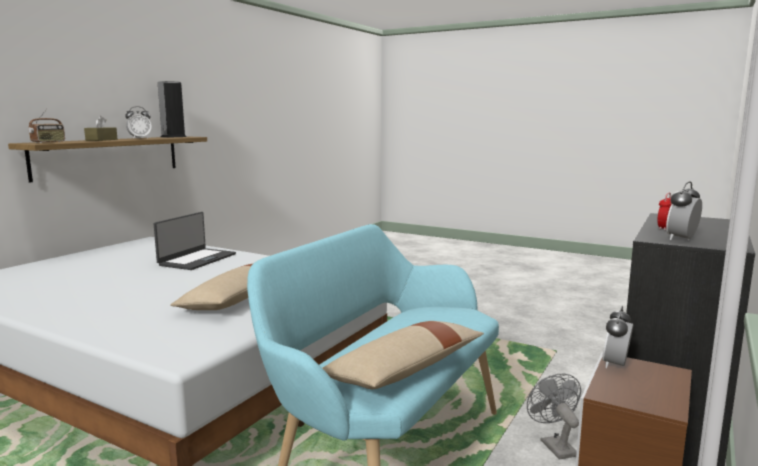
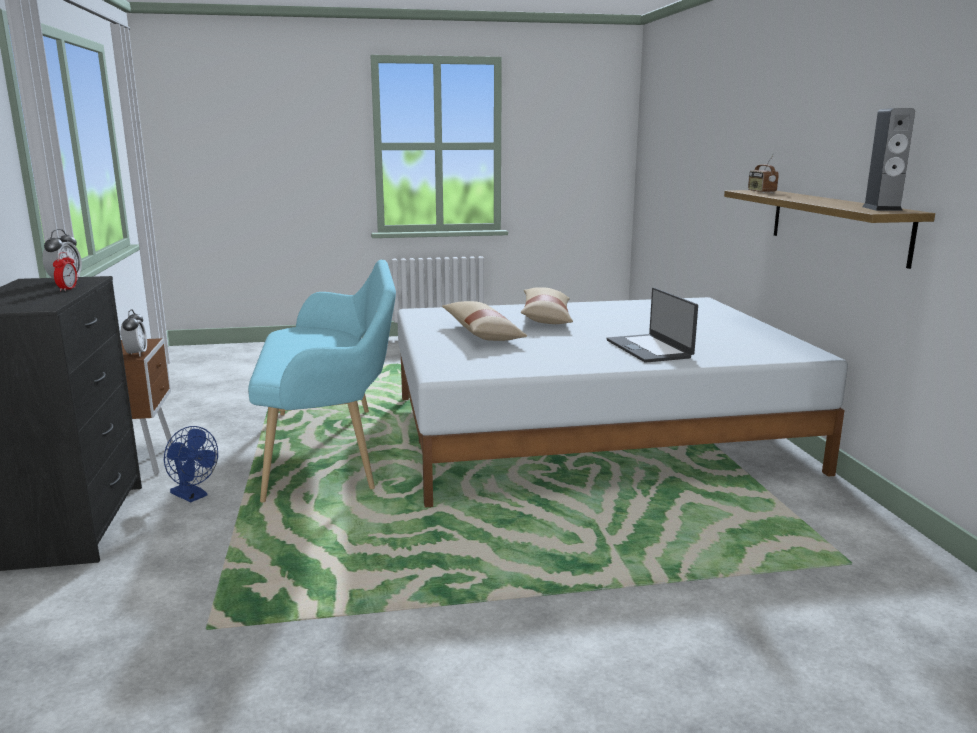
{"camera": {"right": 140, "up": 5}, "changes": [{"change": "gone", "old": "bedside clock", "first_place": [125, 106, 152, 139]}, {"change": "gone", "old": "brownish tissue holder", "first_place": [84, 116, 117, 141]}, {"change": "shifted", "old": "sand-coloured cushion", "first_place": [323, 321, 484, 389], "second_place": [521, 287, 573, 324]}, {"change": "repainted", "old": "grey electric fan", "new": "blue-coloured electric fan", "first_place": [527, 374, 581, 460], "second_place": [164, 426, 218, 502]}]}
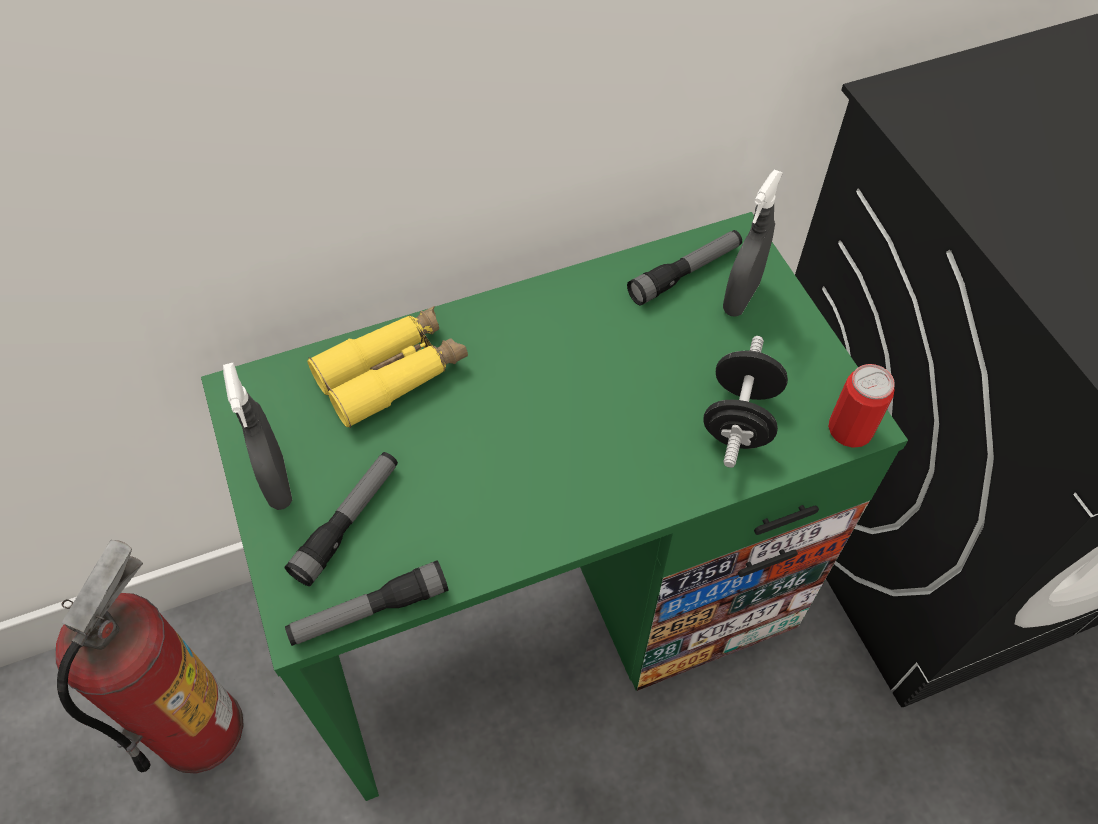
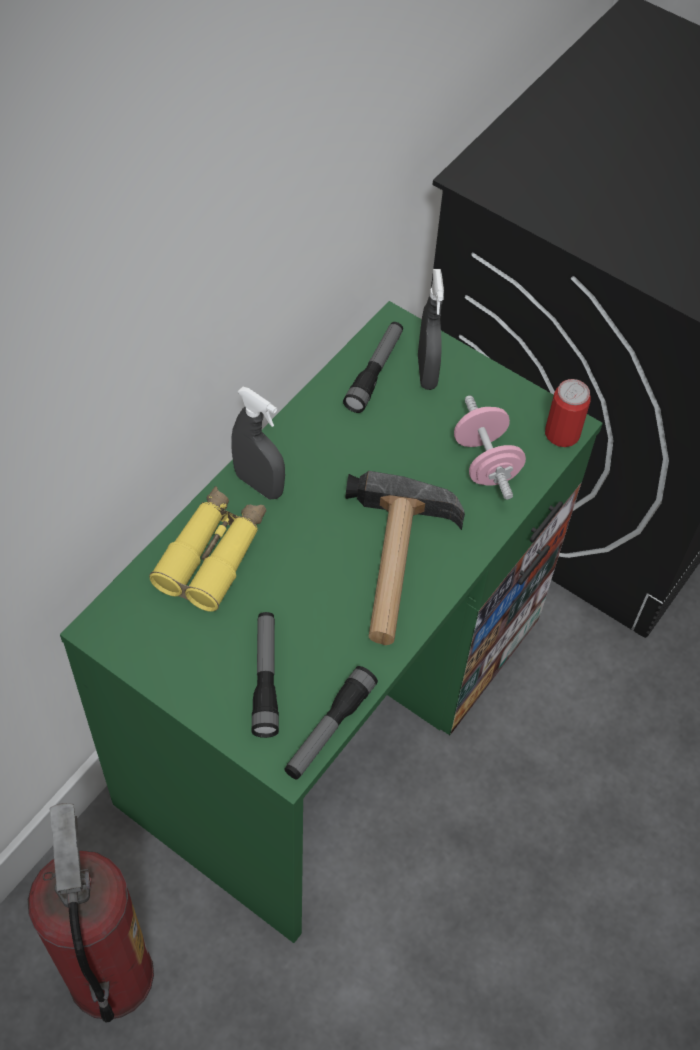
{"camera": {"right": -35, "up": 0}, "changes": [{"change": "repainted", "old": "black-coloured hand weight", "new": "pinkish hand weight", "first_place": [704, 336, 788, 468], "second_place": [454, 395, 526, 500]}, {"change": "shifted", "old": "grey sprayer", "first_place": [223, 362, 292, 510], "second_place": [231, 387, 285, 499]}, {"change": "new", "new": "hand hammer", "second_place": [346, 471, 465, 645]}]}
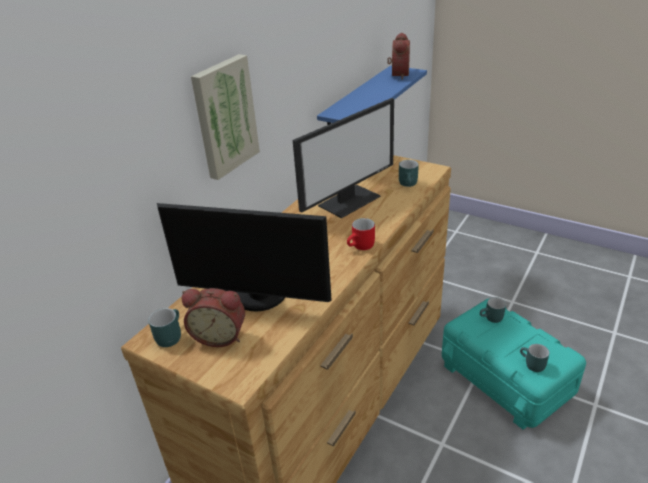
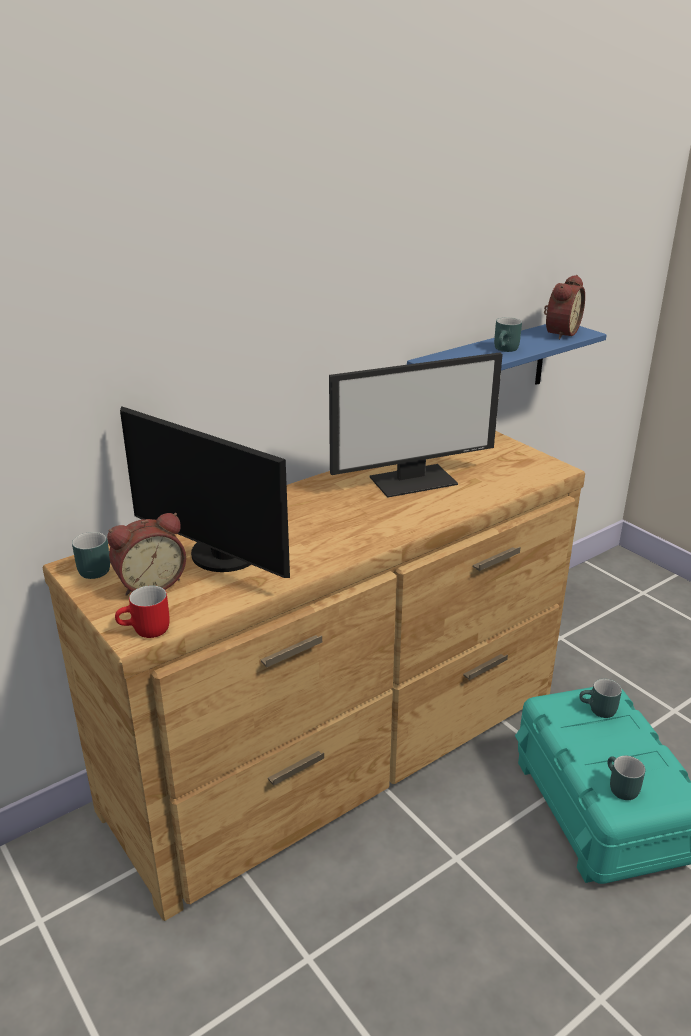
{"camera": {"right": 20, "up": -5}, "changes": [{"change": "gone", "old": "wall picture", "first_place": [191, 54, 260, 180]}, {"change": "shifted", "old": "blue-green tea mug", "first_place": [399, 160, 419, 187], "second_place": [494, 317, 522, 352]}, {"change": "shifted", "old": "reddish tea mug", "first_place": [347, 218, 375, 250], "second_place": [115, 585, 170, 638]}, {"change": "rotated", "old": "bedside clock", "first_place": [182, 288, 245, 347], "second_place": [107, 513, 186, 596], "degrees": -60}]}
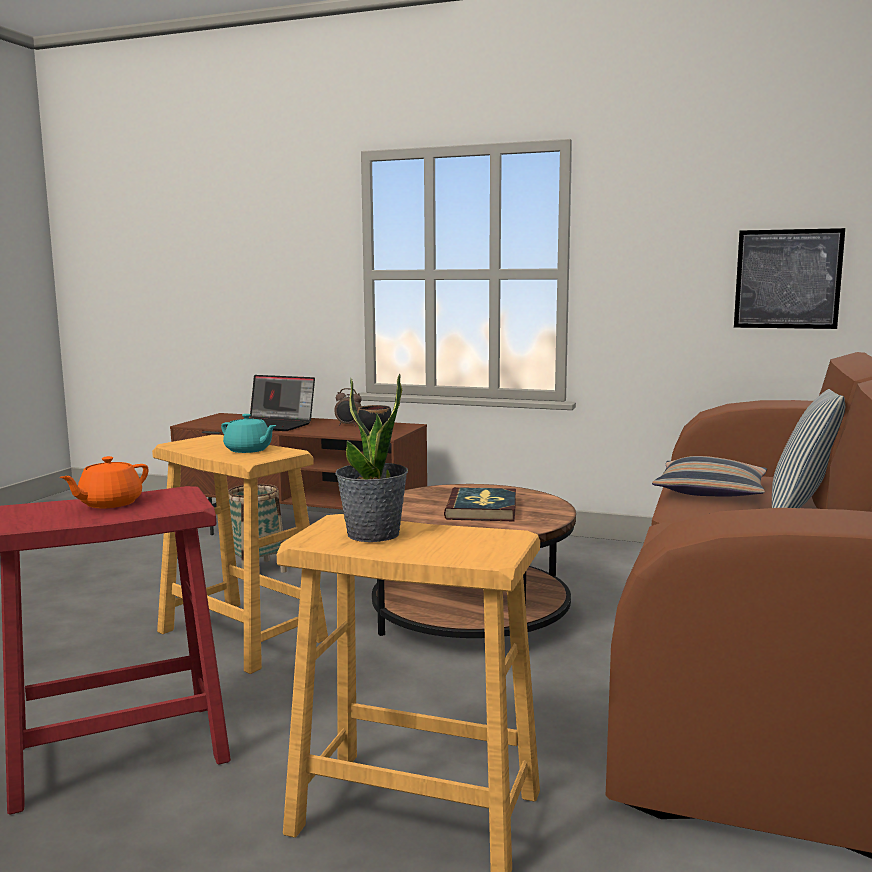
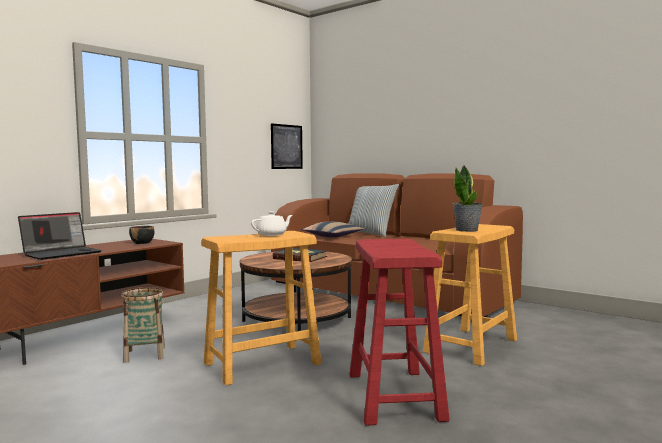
{"camera": {"right": -70, "up": -5}, "changes": [{"change": "gone", "old": "bedside clock", "first_place": [334, 388, 362, 426]}, {"change": "repainted", "old": "blue-green teapot", "new": "white-coloured teapot", "first_place": [221, 414, 277, 453], "second_place": [251, 211, 293, 236]}, {"change": "gone", "old": "orange-coloured teapot", "first_place": [60, 456, 149, 508]}]}
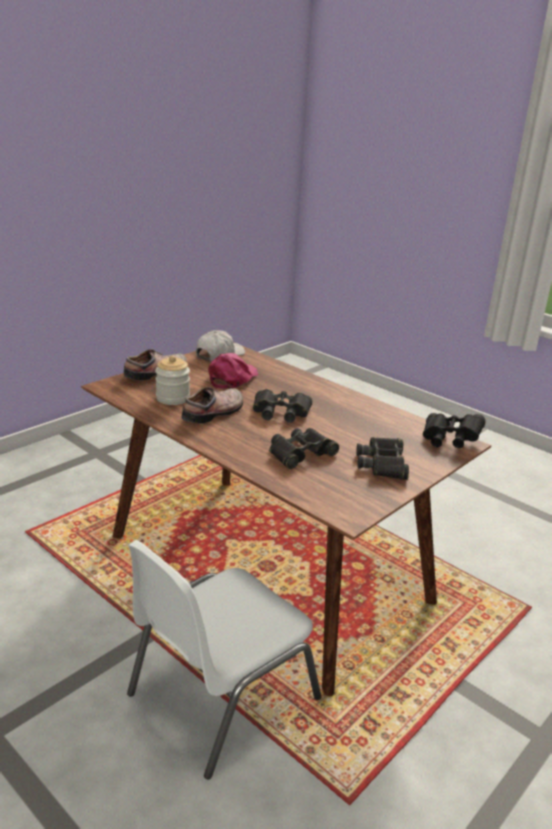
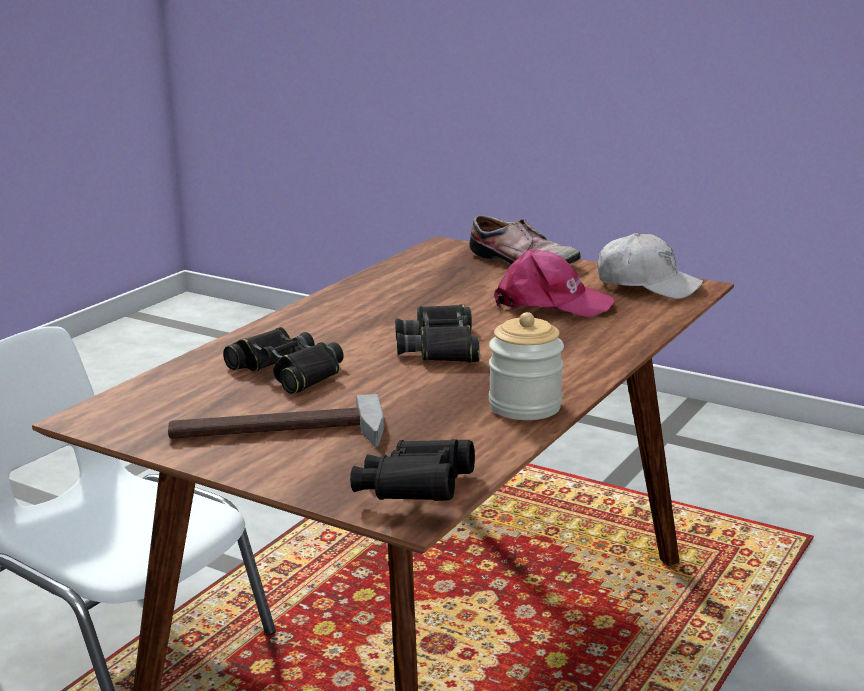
{"camera": {"right": 80, "up": -5}, "changes": [{"change": "shifted", "old": "storage jar", "first_place": [155, 355, 190, 405], "second_place": [489, 312, 564, 420]}, {"change": "gone", "old": "item of footwear", "first_place": [182, 387, 243, 424]}, {"change": "swapped", "old": "black-coloured pair of binoculars", "new": "hand hammer", "first_place": [356, 437, 409, 480], "second_place": [168, 394, 384, 447]}]}
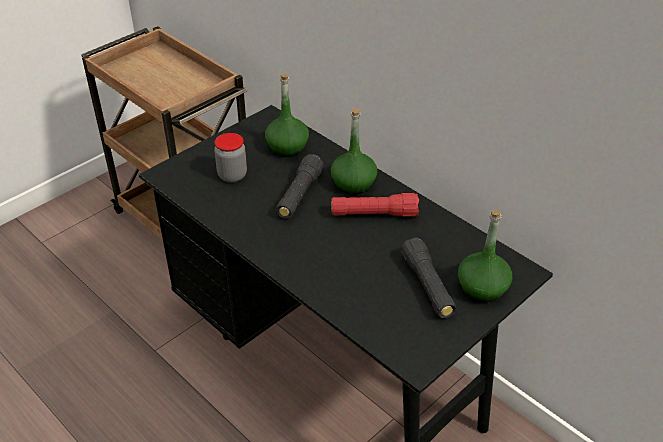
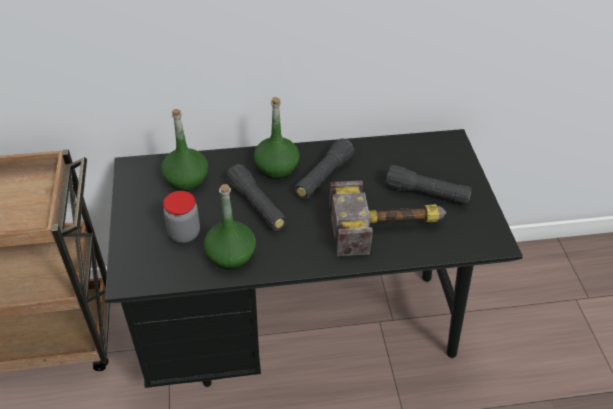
{"camera": {"right": -55, "up": 5}, "changes": [{"change": "repainted", "old": "reddish torch", "new": "black-coloured torch", "first_place": [331, 193, 419, 217], "second_place": [295, 138, 355, 199]}, {"change": "shifted", "old": "green bottle", "first_place": [458, 209, 512, 302], "second_place": [204, 184, 256, 269]}, {"change": "new", "new": "hand hammer", "second_place": [329, 181, 446, 256]}]}
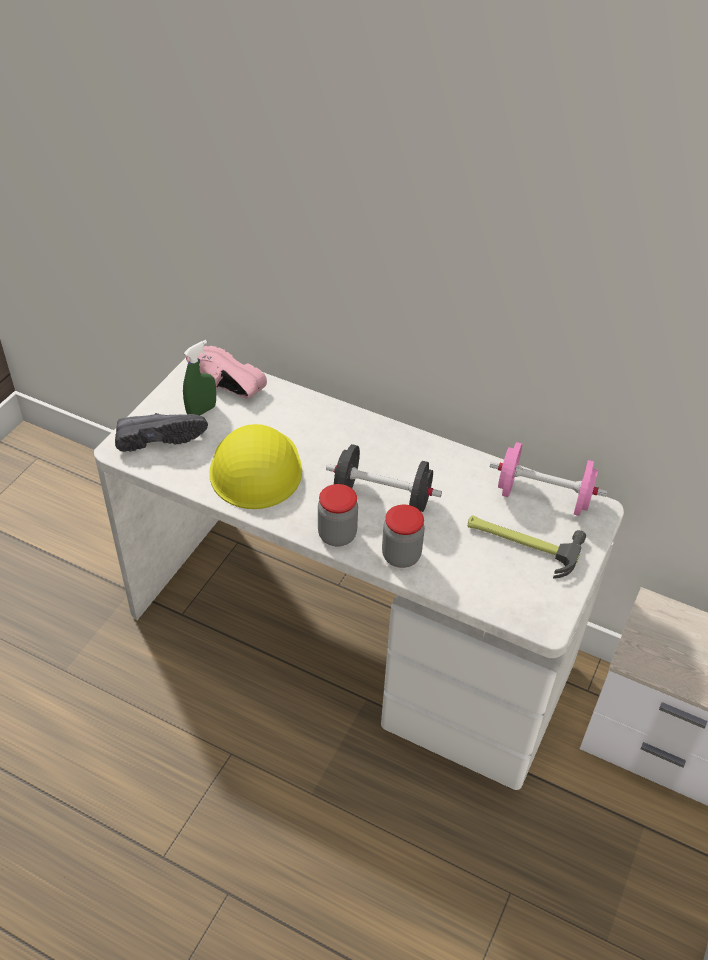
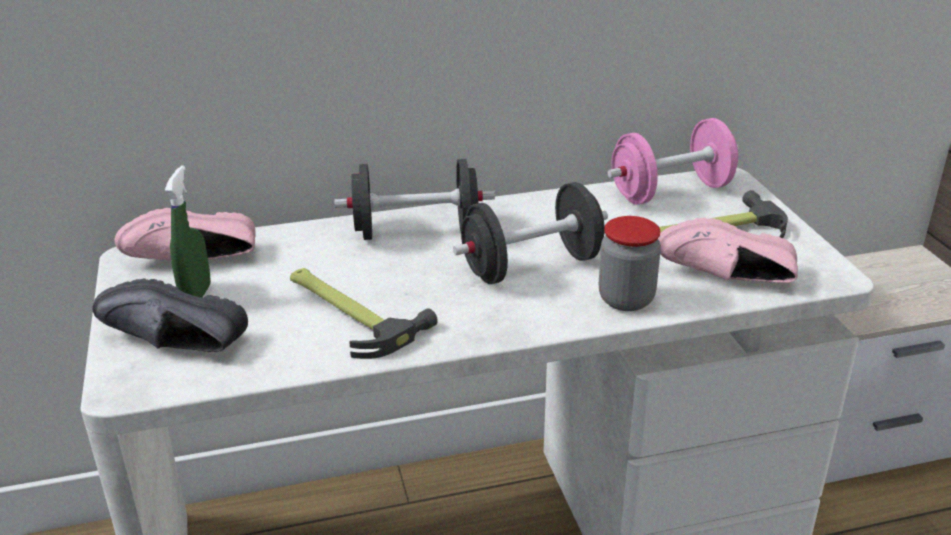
{"camera": {"right": -40, "up": -15}, "changes": [{"change": "rotated", "old": "black-coloured item of footwear", "first_place": [115, 413, 208, 452], "second_place": [93, 279, 248, 352], "degrees": -120}, {"change": "swapped", "old": "yellowish hard hat", "new": "hand hammer", "first_place": [209, 424, 302, 509], "second_place": [290, 268, 438, 359]}, {"change": "gone", "old": "storage jar", "first_place": [318, 484, 358, 547]}, {"change": "new", "new": "black-coloured hand weight", "second_place": [335, 159, 495, 240]}, {"change": "new", "new": "pinkish item of footwear", "second_place": [658, 218, 798, 283]}]}
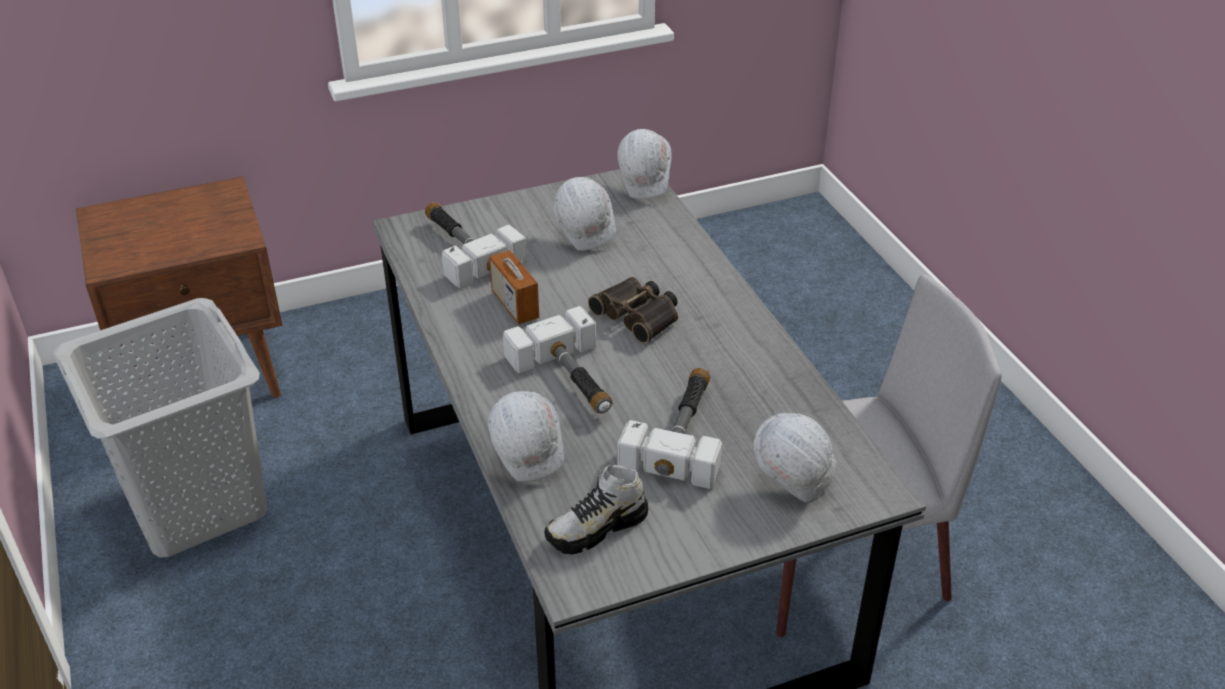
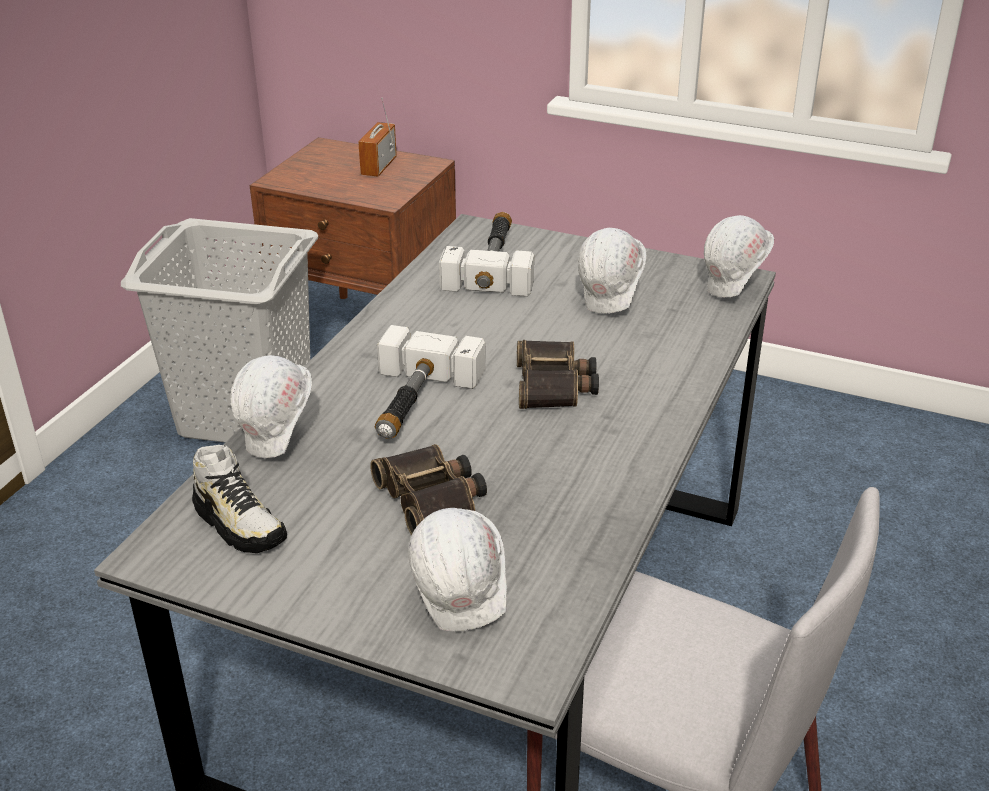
{"camera": {"right": 45, "up": -5}, "changes": [{"change": "shifted", "old": "radio receiver", "first_place": [489, 230, 539, 324], "second_place": [358, 98, 397, 177]}, {"change": "swapped", "old": "hand hammer", "new": "pair of binoculars", "first_place": [617, 368, 723, 489], "second_place": [370, 444, 487, 535]}, {"change": "rotated", "old": "item of footwear", "first_place": [544, 465, 648, 555], "second_place": [192, 445, 287, 553], "degrees": -150}]}
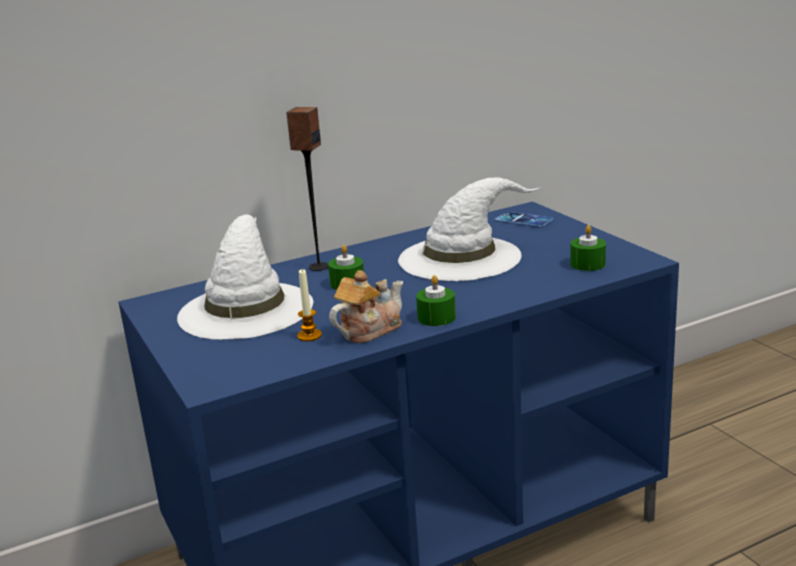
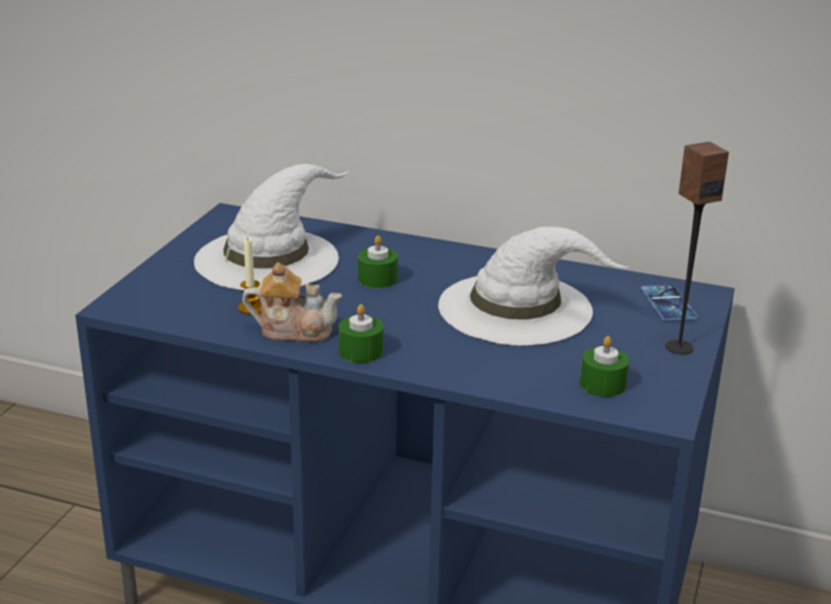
{"camera": {"right": 45, "up": 5}, "changes": [{"change": "shifted", "old": "speaker", "first_place": [286, 107, 328, 271], "second_place": [665, 142, 729, 354]}]}
